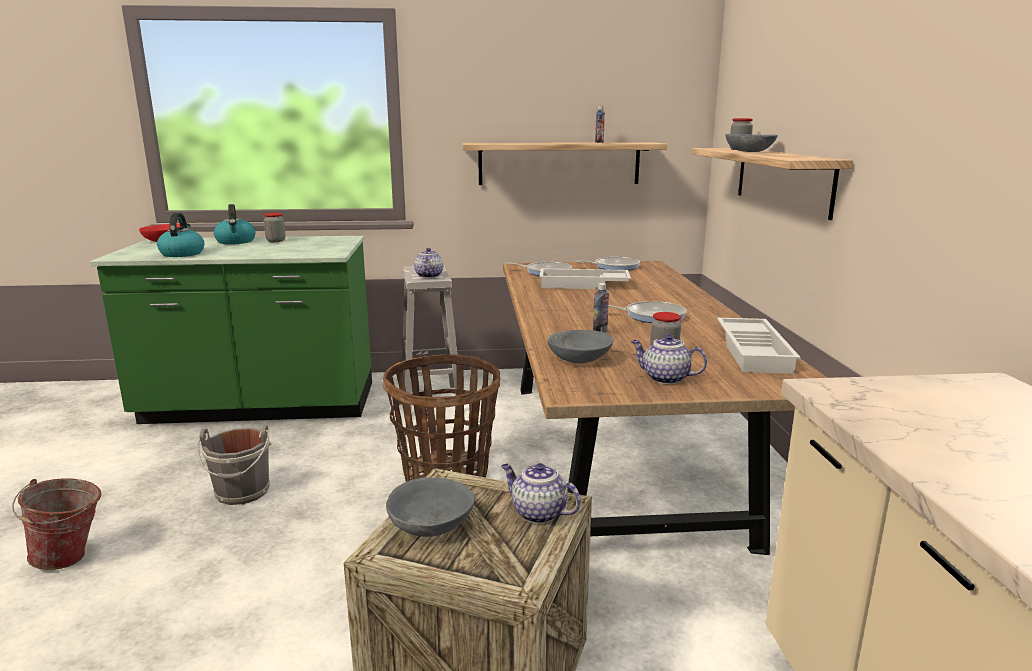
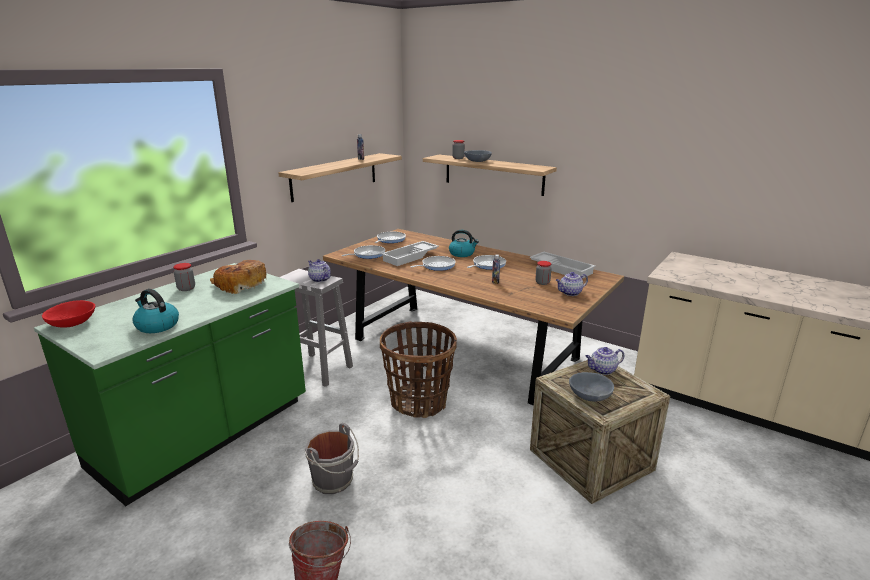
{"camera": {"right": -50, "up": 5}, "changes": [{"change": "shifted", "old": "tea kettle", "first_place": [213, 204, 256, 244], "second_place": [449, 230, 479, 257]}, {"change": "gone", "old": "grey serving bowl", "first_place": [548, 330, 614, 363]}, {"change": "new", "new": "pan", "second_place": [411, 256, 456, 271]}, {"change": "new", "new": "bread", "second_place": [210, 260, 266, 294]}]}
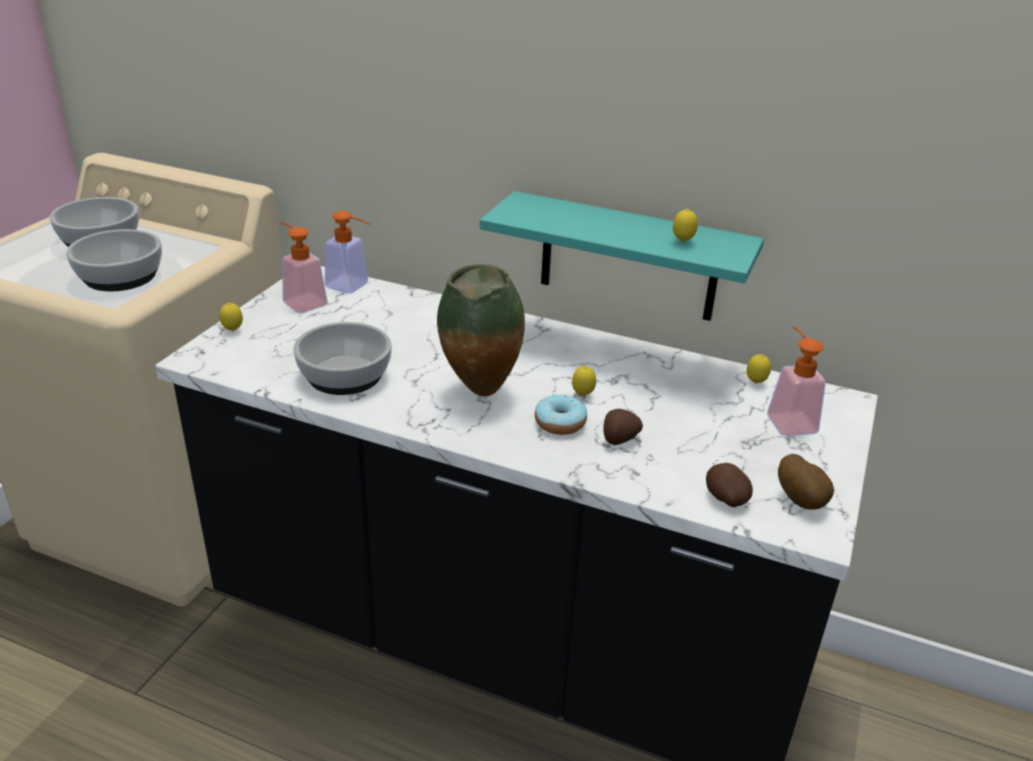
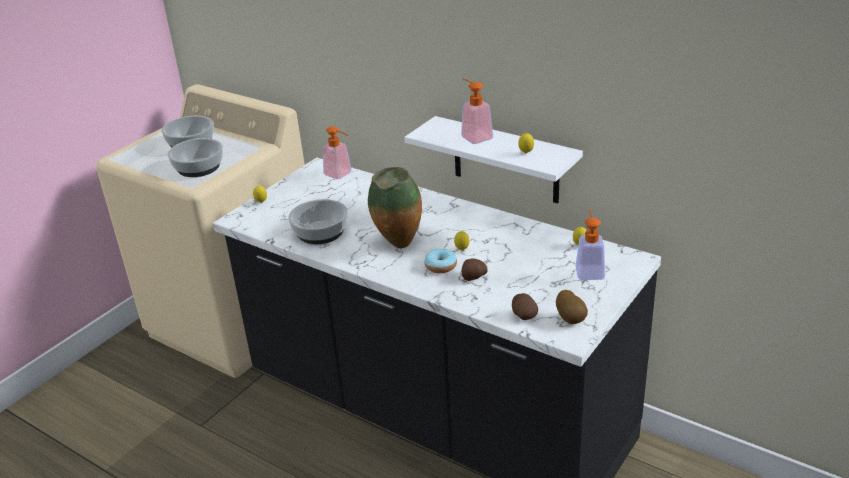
{"camera": {"right": 15, "up": 0}, "changes": [{"change": "repainted", "old": "blue-green bracket shelf", "new": "white-coloured bracket shelf", "first_place": [480, 191, 764, 321], "second_place": [404, 116, 583, 203]}, {"change": "shifted", "old": "liquid soap bottle", "first_place": [280, 222, 328, 313], "second_place": [461, 79, 493, 144]}]}
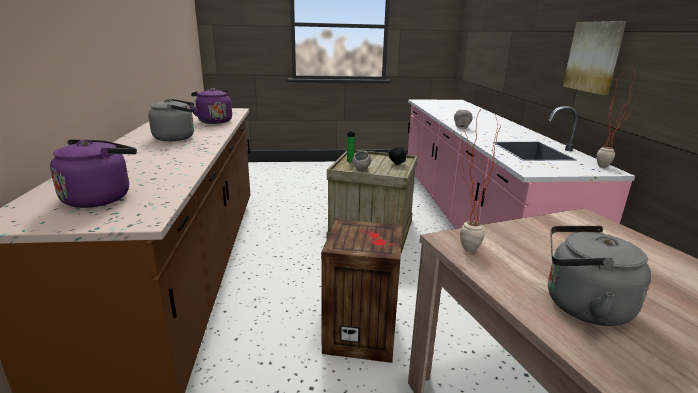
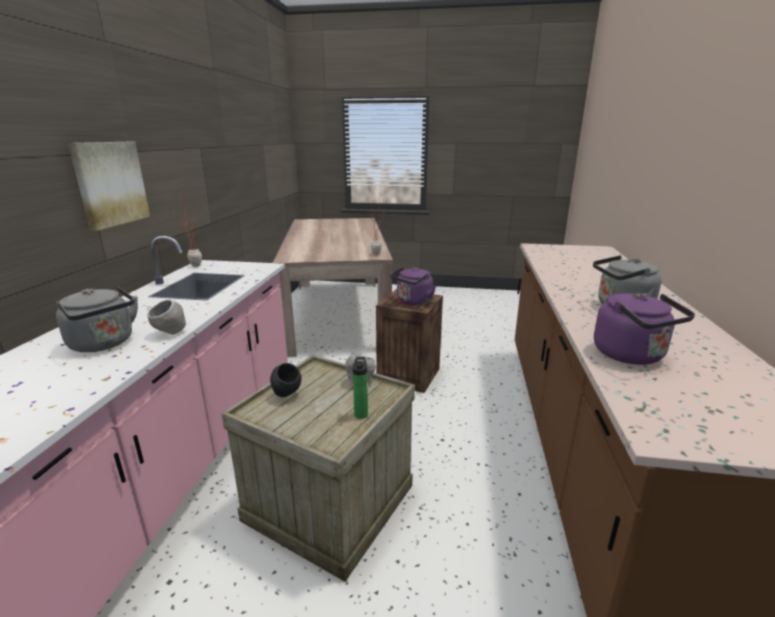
{"camera": {"right": -165, "up": 0}, "changes": [{"change": "shifted", "old": "purple tea kettle", "first_place": [50, 139, 137, 208], "second_place": [390, 267, 436, 305]}, {"change": "shifted", "old": "grey tea kettle", "first_place": [548, 225, 651, 326], "second_place": [56, 286, 138, 352]}]}
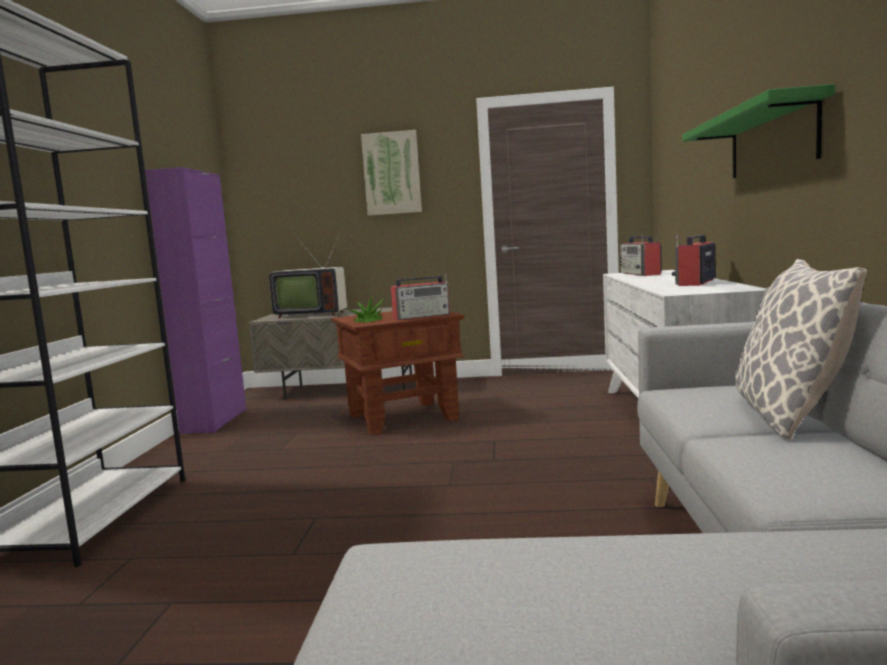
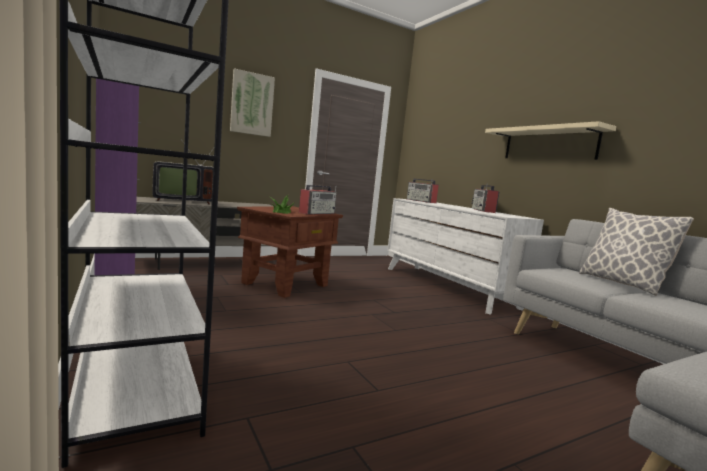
{"camera": {"right": -35, "up": 0}, "changes": [{"change": "repainted", "old": "green bracket shelf", "new": "sand-coloured bracket shelf", "first_place": [682, 84, 835, 178], "second_place": [485, 121, 616, 160]}]}
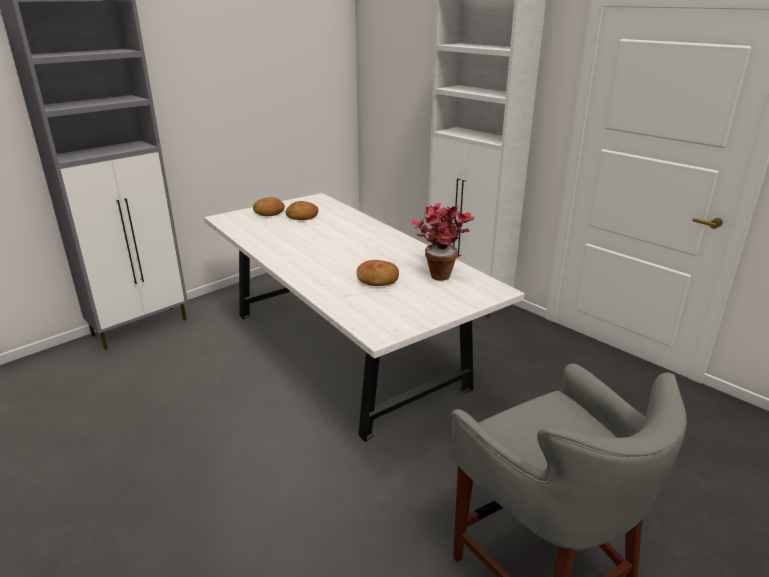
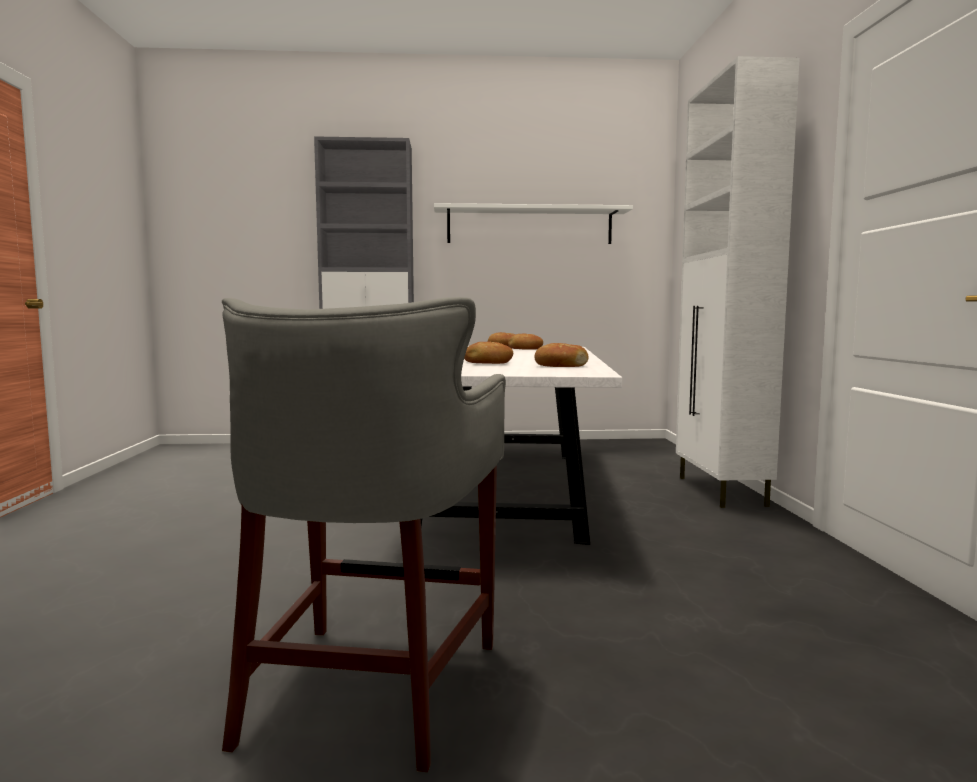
{"camera": {"right": 40, "up": -20}, "changes": [{"change": "swapped", "old": "plant in a pot", "new": "bread", "first_place": [411, 203, 475, 281], "second_place": [534, 343, 589, 367]}, {"change": "new", "new": "white-coloured bracket shelf", "second_place": [434, 203, 633, 244]}]}
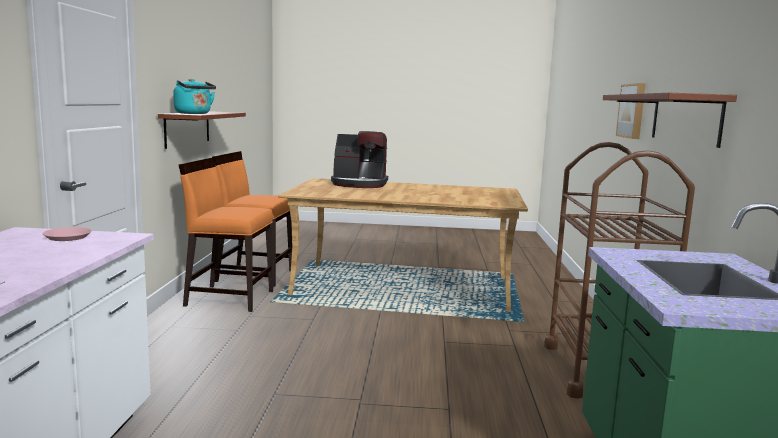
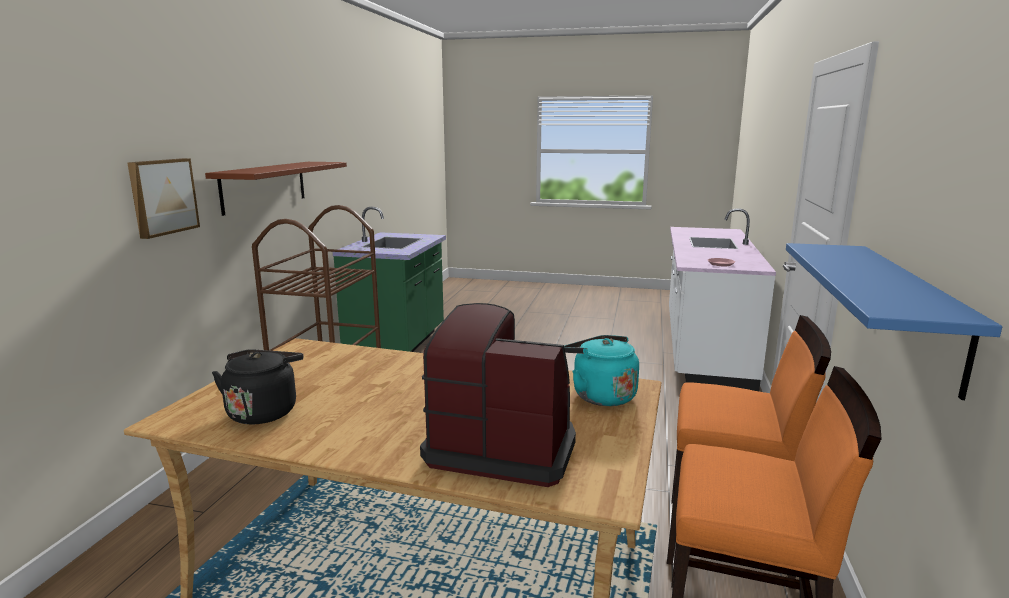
{"camera": {"right": -170, "up": 5}, "changes": [{"change": "shifted", "old": "blue-green tea kettle", "first_place": [173, 79, 216, 114], "second_place": [564, 335, 639, 406]}, {"change": "repainted", "old": "brownish bracket shelf", "new": "blue-coloured bracket shelf", "first_place": [158, 111, 246, 149], "second_place": [786, 243, 1002, 400]}, {"change": "new", "new": "black-coloured tea kettle", "second_place": [212, 349, 303, 424]}]}
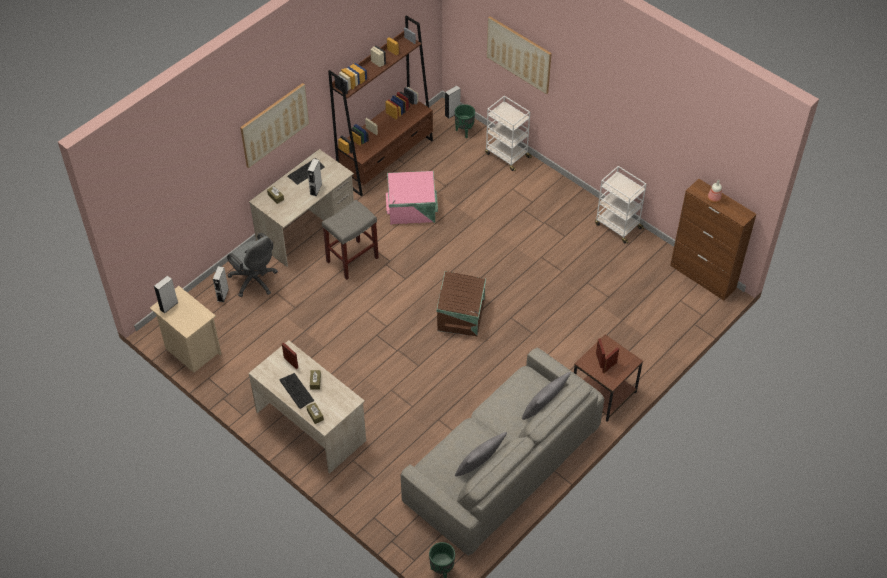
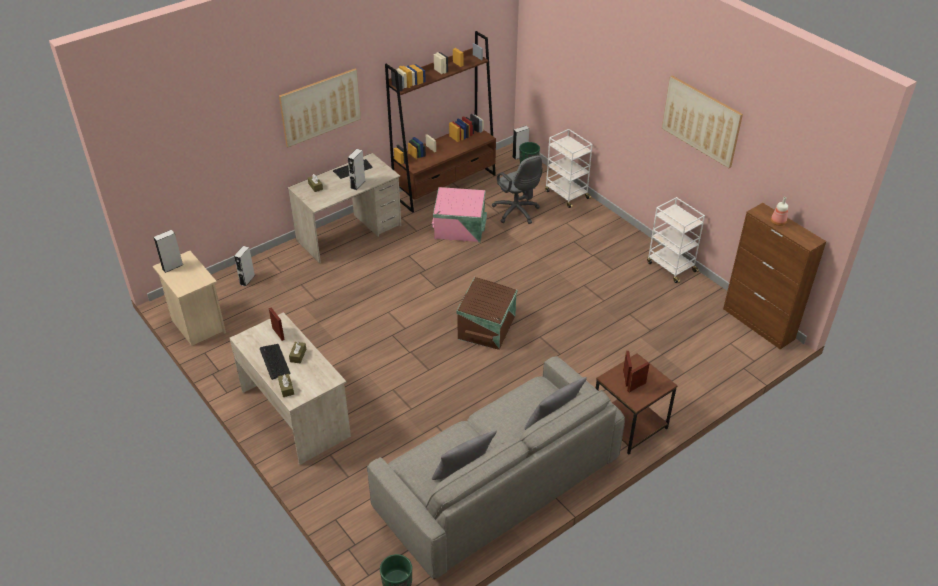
{"camera": {"right": 10, "up": -10}, "changes": [{"change": "shifted", "old": "wall picture", "first_place": [487, 16, 552, 94], "second_place": [662, 76, 743, 168]}, {"change": "gone", "old": "grey stool", "first_place": [322, 199, 379, 280]}, {"change": "shifted", "old": "grey computer chair", "first_place": [227, 233, 278, 297], "second_place": [492, 156, 543, 224]}]}
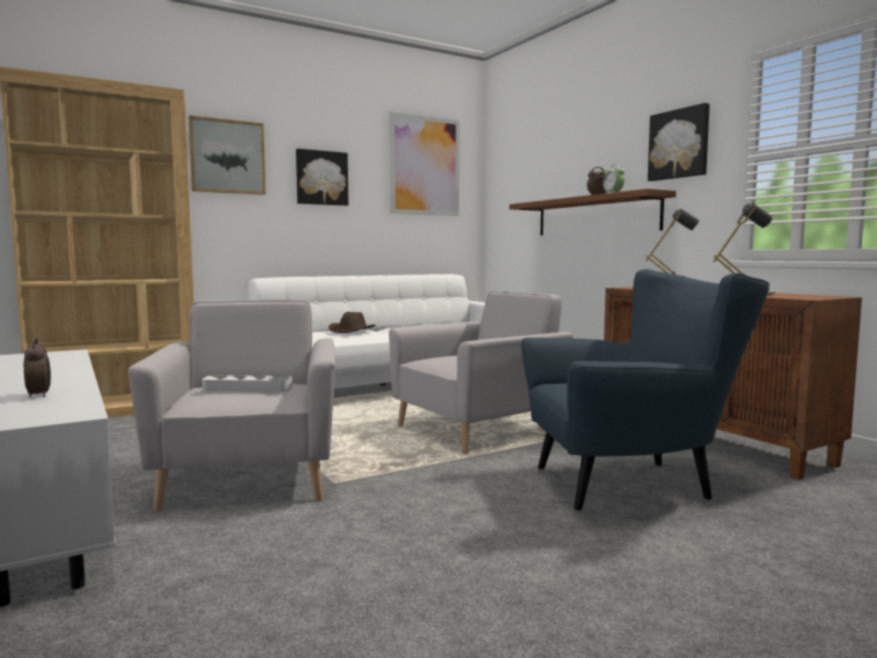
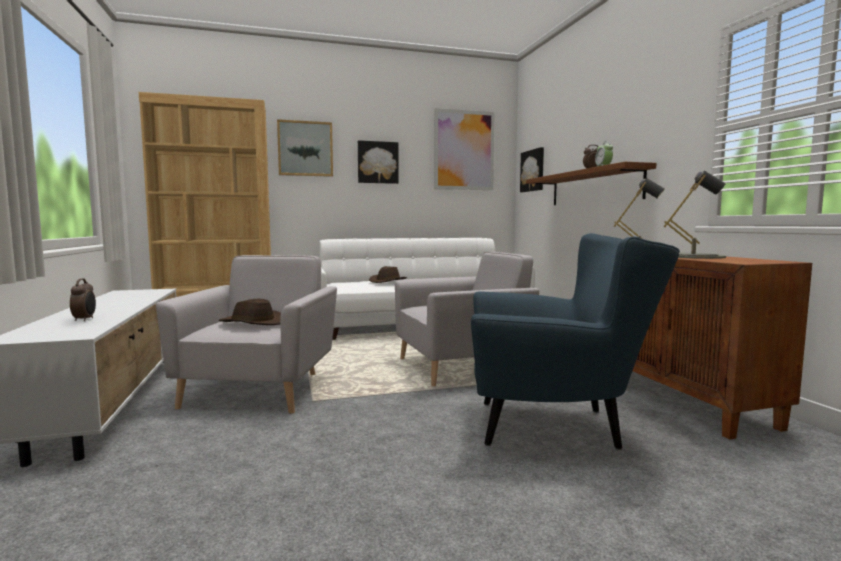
{"camera": {"right": 15, "up": 0}, "changes": [{"change": "shifted", "old": "wall picture", "first_place": [648, 103, 710, 181], "second_place": [520, 147, 544, 192]}, {"change": "swapped", "old": "grey carrying tray", "new": "brownish hat", "first_place": [202, 375, 292, 392], "second_place": [219, 299, 281, 325]}]}
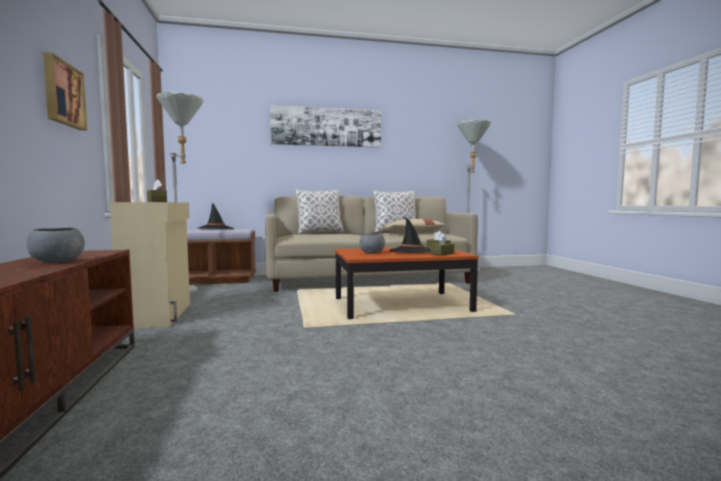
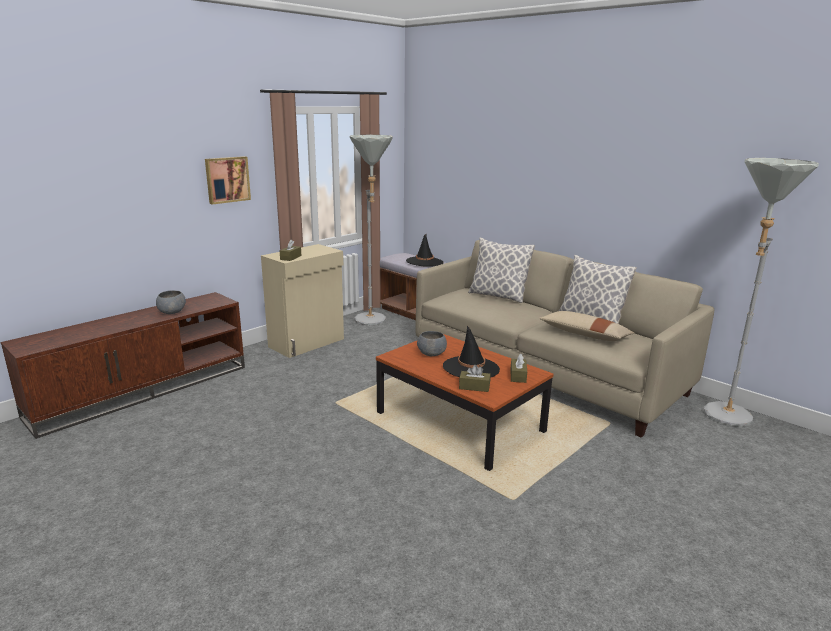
{"camera": {"right": 55, "up": 15}, "changes": [{"change": "gone", "old": "wall picture", "first_place": [270, 105, 381, 148]}]}
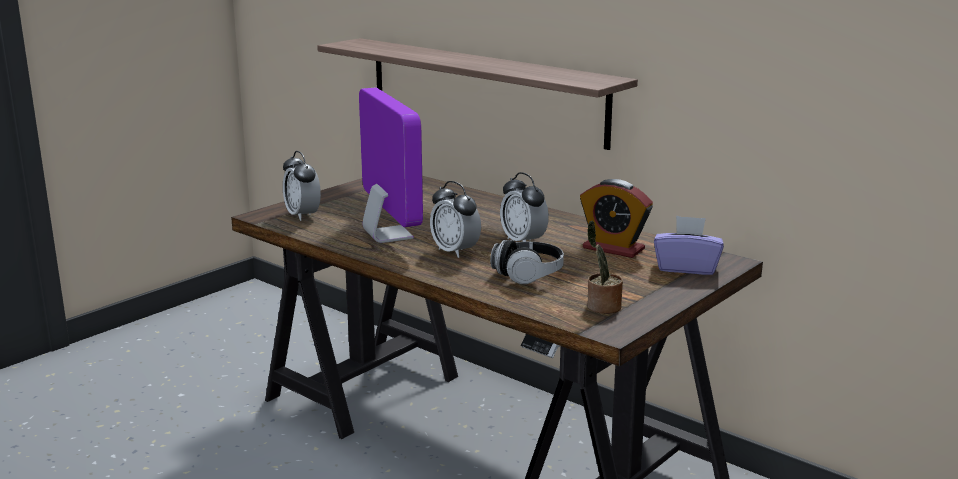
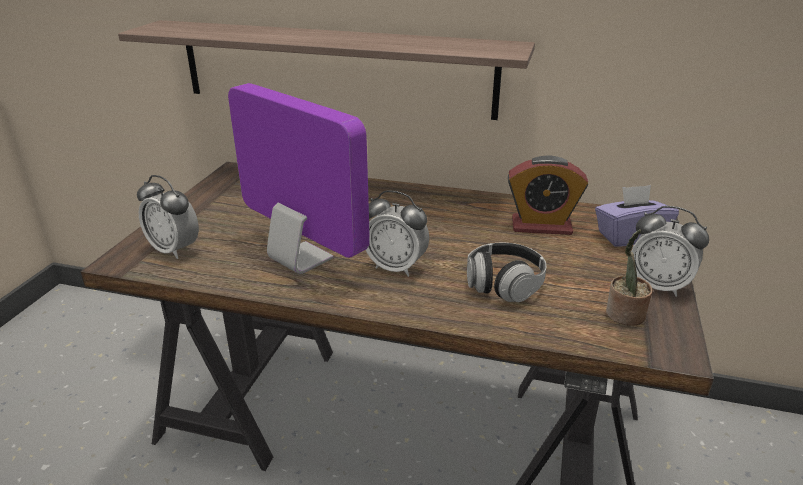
{"camera": {"right": -25, "up": 10}, "changes": [{"change": "shifted", "old": "bedside clock", "first_place": [500, 172, 549, 242], "second_place": [631, 206, 709, 297]}]}
